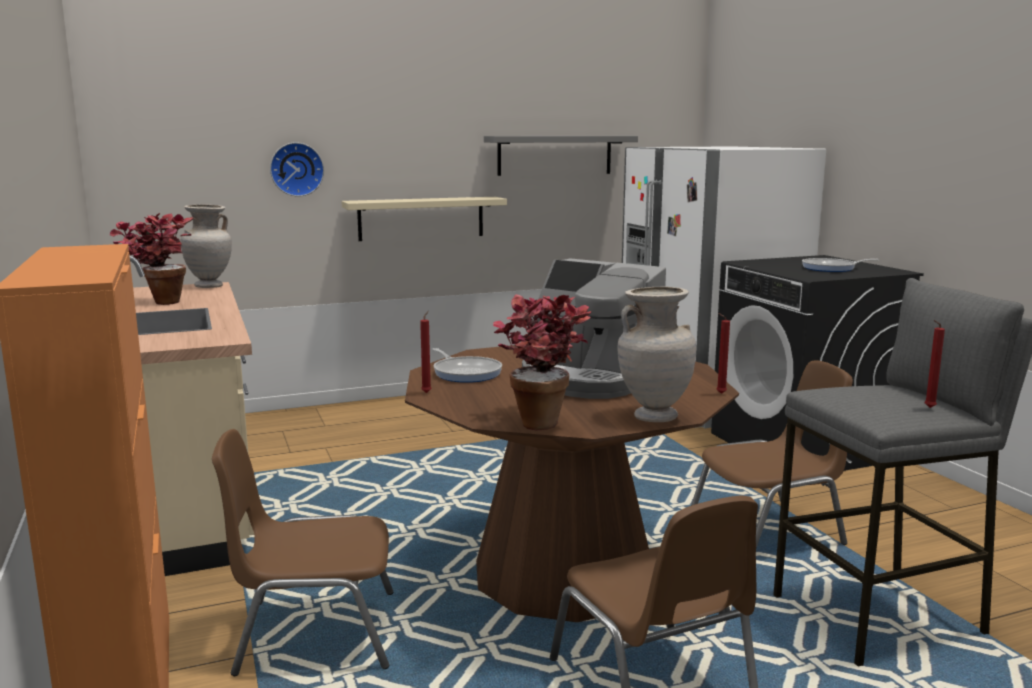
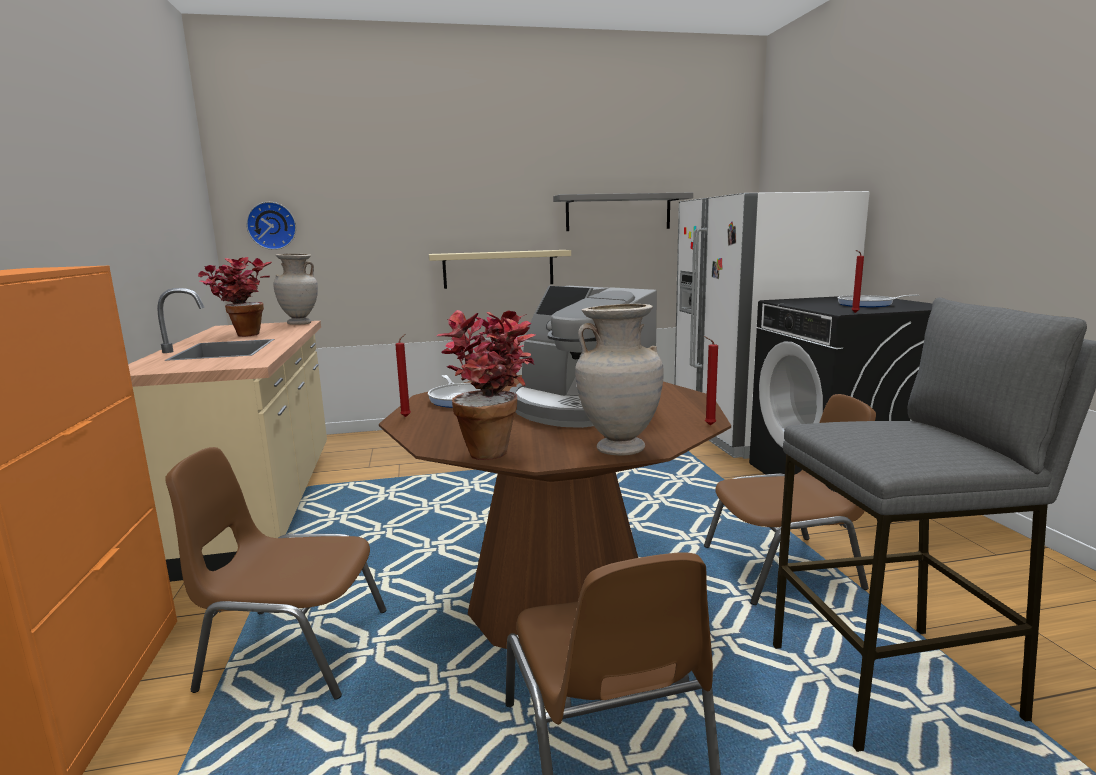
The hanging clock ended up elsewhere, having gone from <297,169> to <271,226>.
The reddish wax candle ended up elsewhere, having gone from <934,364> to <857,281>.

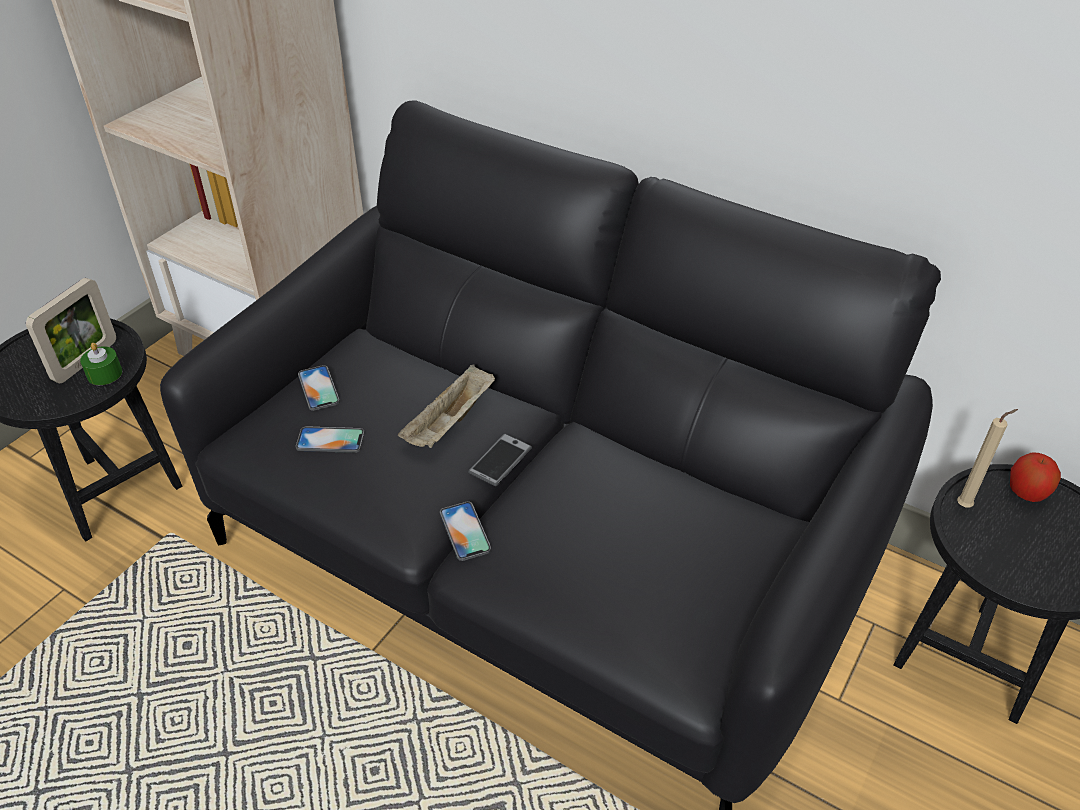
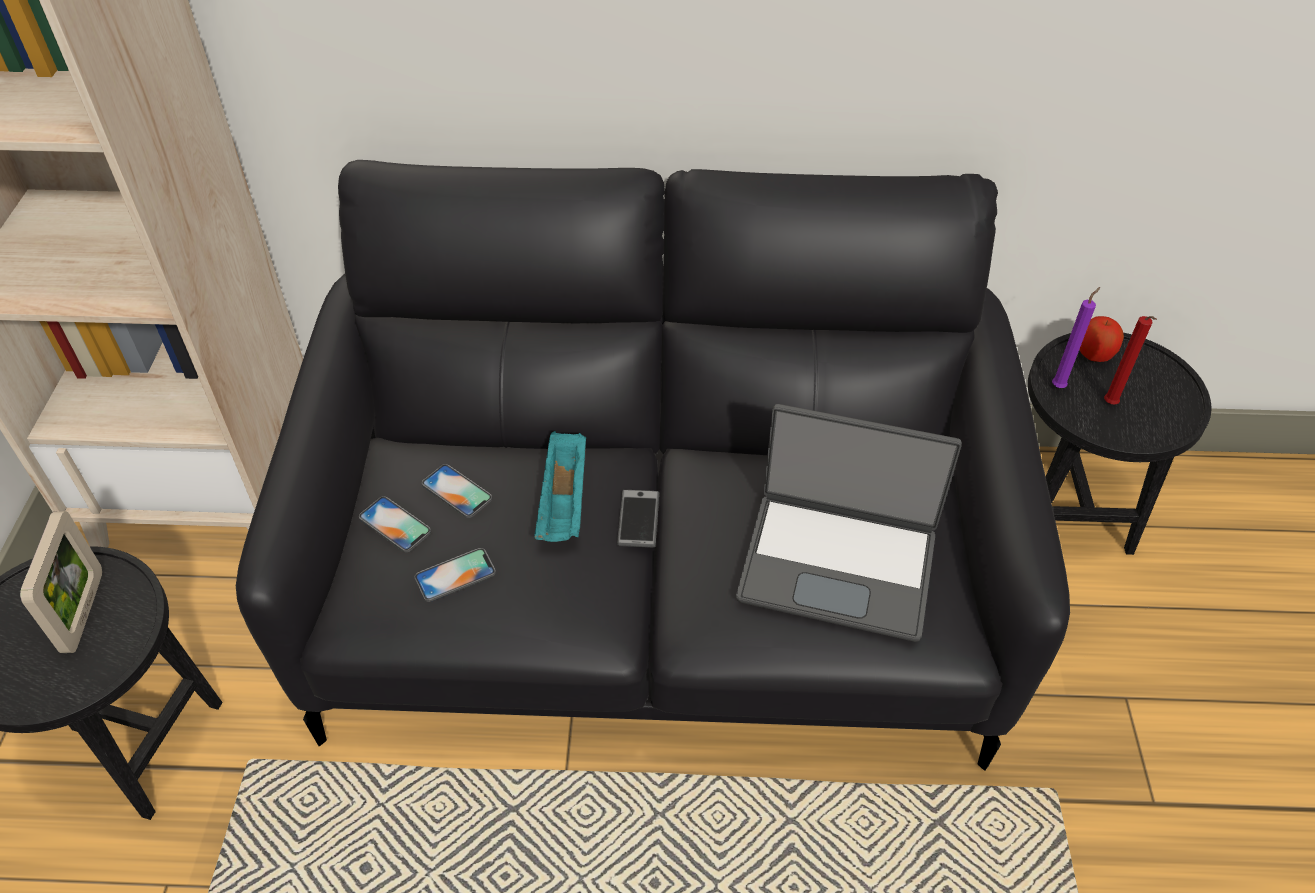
The second view lost the green wax candle at <101,364>.
What was the beige tray at <446,406> turned into the turquoise tray at <560,486>.
What was the beige wax candle at <987,458> turned into the purplish wax candle at <1076,337>.
The phone ended up elsewhere, having gone from <465,531> to <457,491>.
The second view gained the reddish wax candle at <1130,360>.
The second view gained the portable computer at <849,523>.

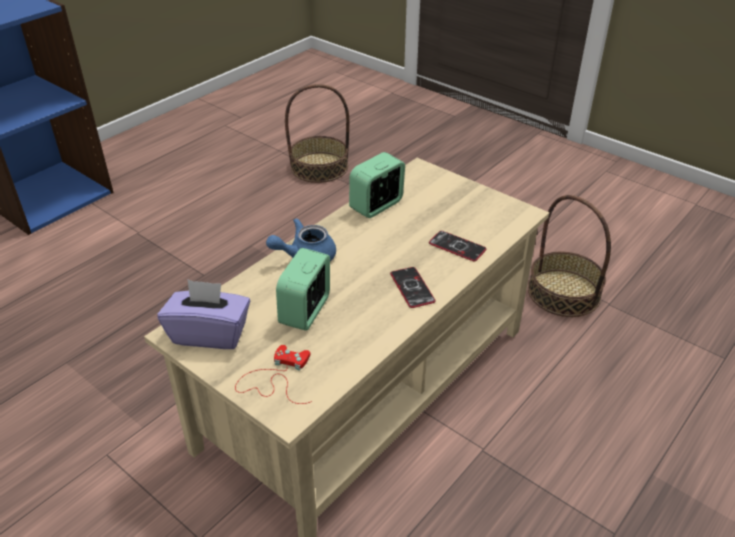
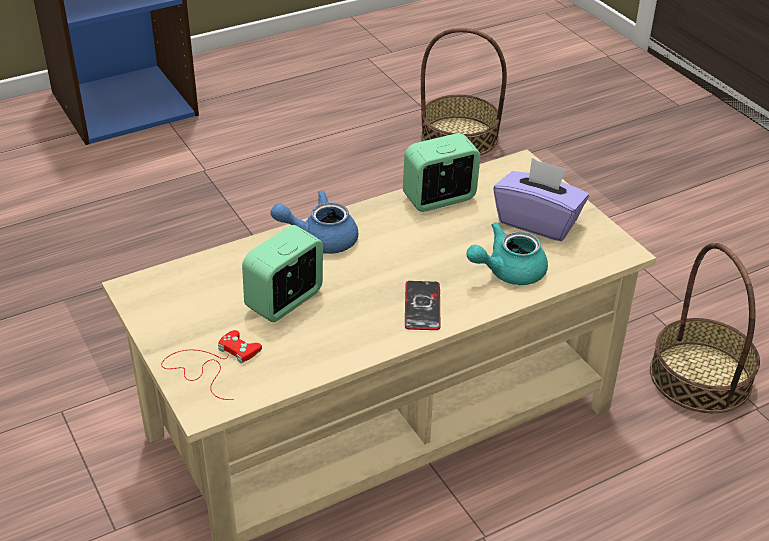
Where the phone stood at <457,246>, the turquoise teapot came to stand at <507,253>.
The purplish tissue box ended up elsewhere, having gone from <203,314> to <541,199>.

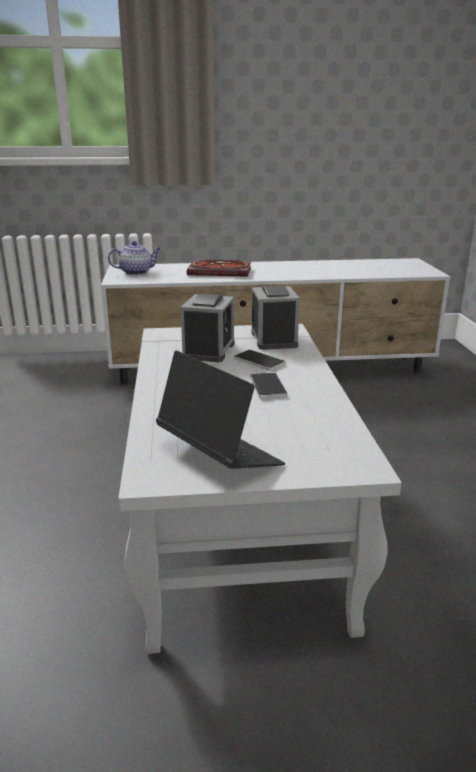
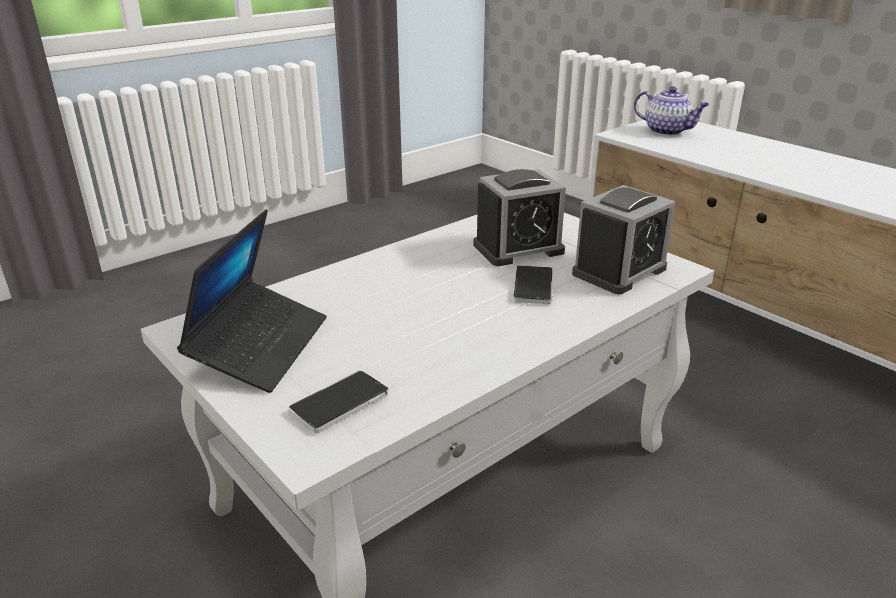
The second view lost the book at <219,268>.
The phone ended up elsewhere, having gone from <268,386> to <338,402>.

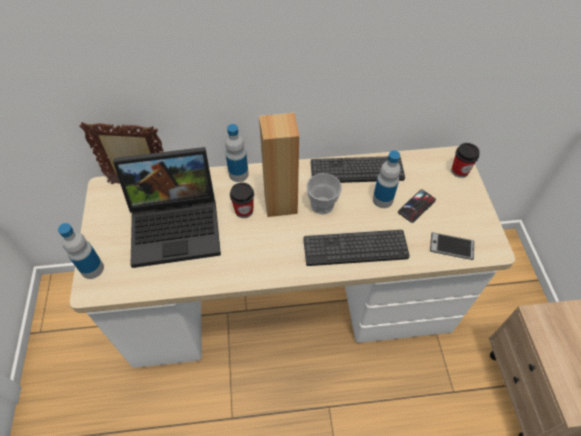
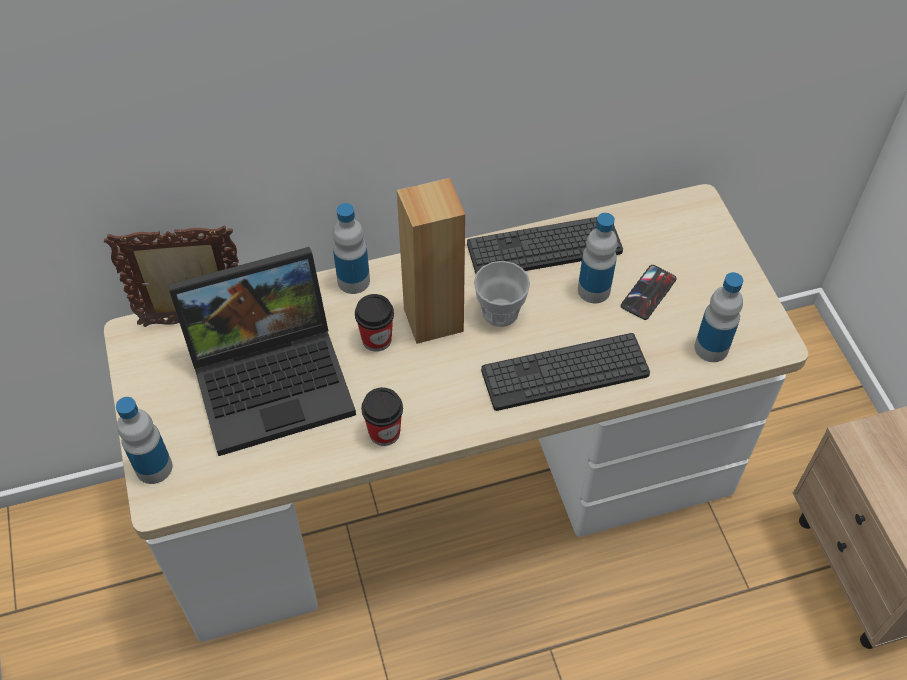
The cup ended up elsewhere, having gone from <465,160> to <382,416>.
Where the phone stood at <452,246>, the bottle came to stand at <718,317>.

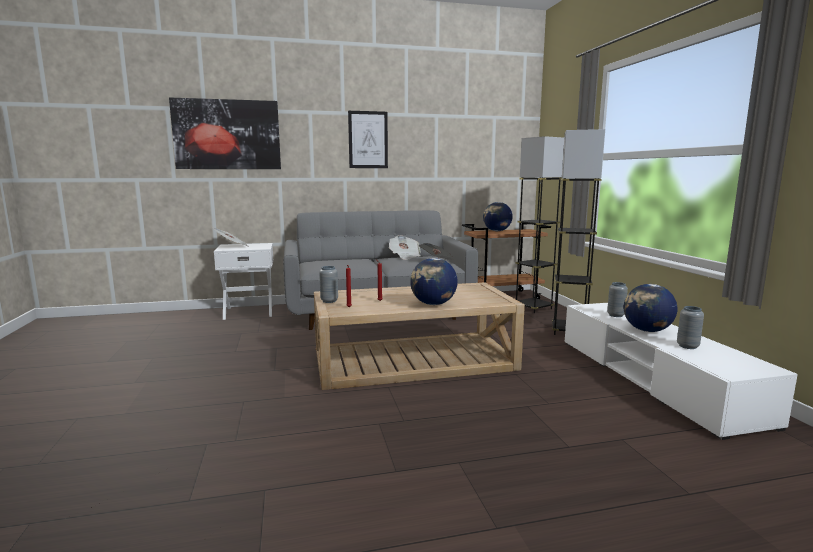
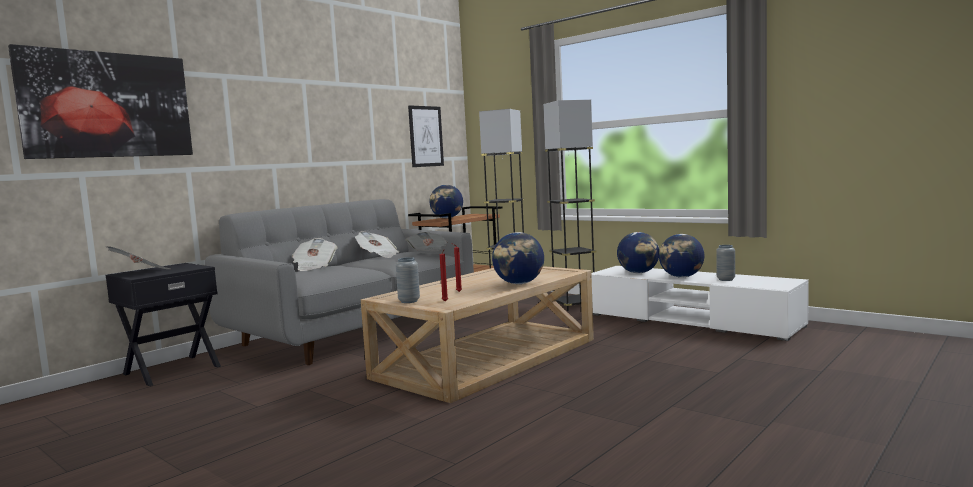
The picture ended up elsewhere, having gone from <368,139> to <426,136>.
What was the whitish side table at <244,281> turned into the blackish side table at <163,324>.
Where the greyish vase stood at <617,299>, the world globe came to stand at <638,253>.
The second view gained the daily paper at <314,254>.

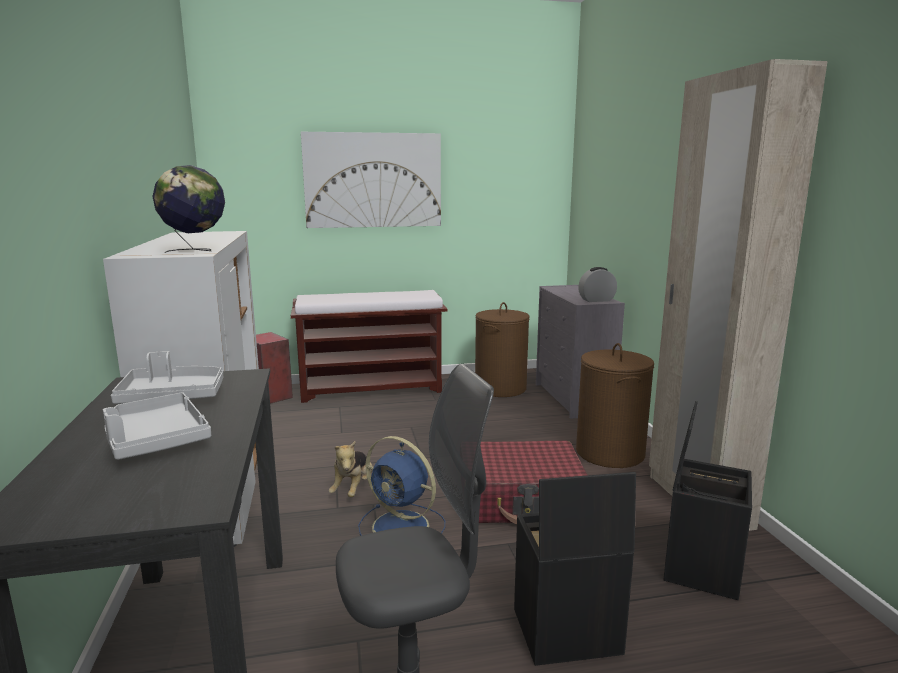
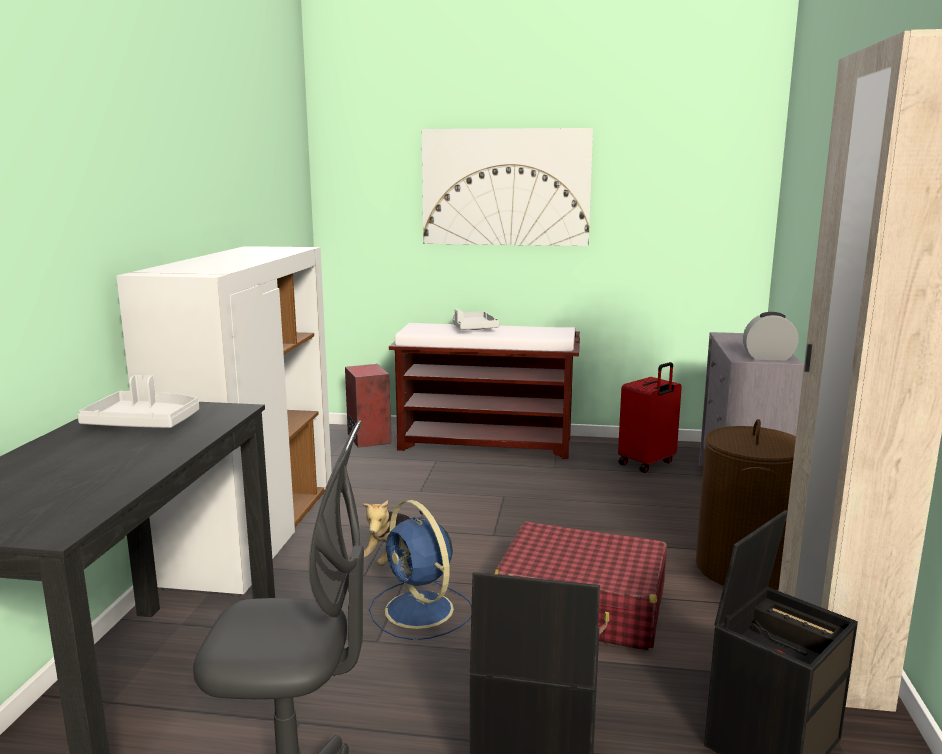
The second view lost the world globe at <188,209>.
Where the brownish laundry basket stood at <502,349>, the reddish travel case came to stand at <650,417>.
The greyish tray ended up elsewhere, having gone from <157,426> to <475,319>.

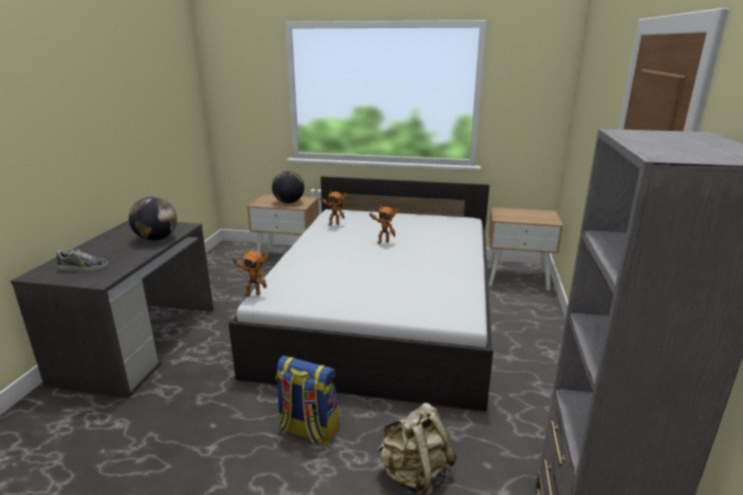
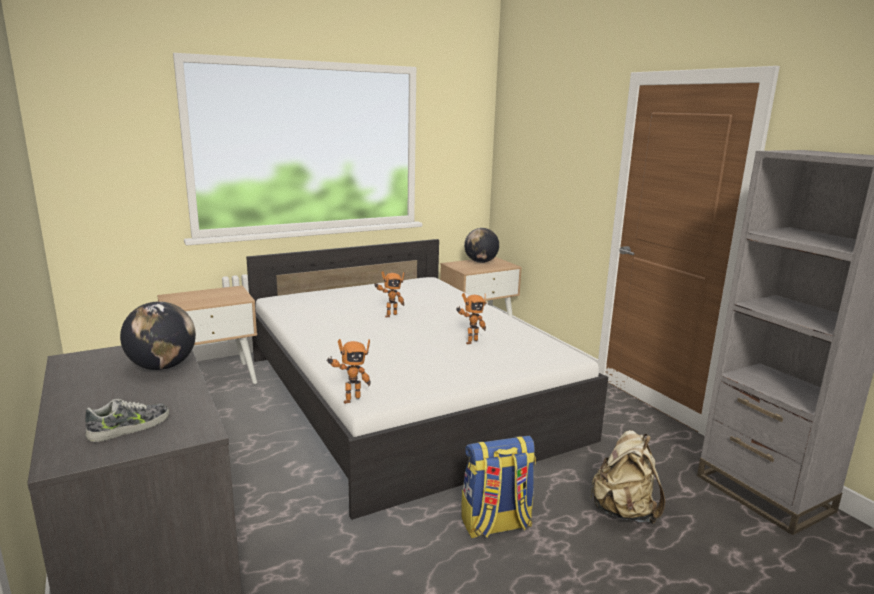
The world globe ended up elsewhere, having gone from <288,187> to <481,245>.
The toy robot ended up elsewhere, having gone from <333,208> to <471,318>.

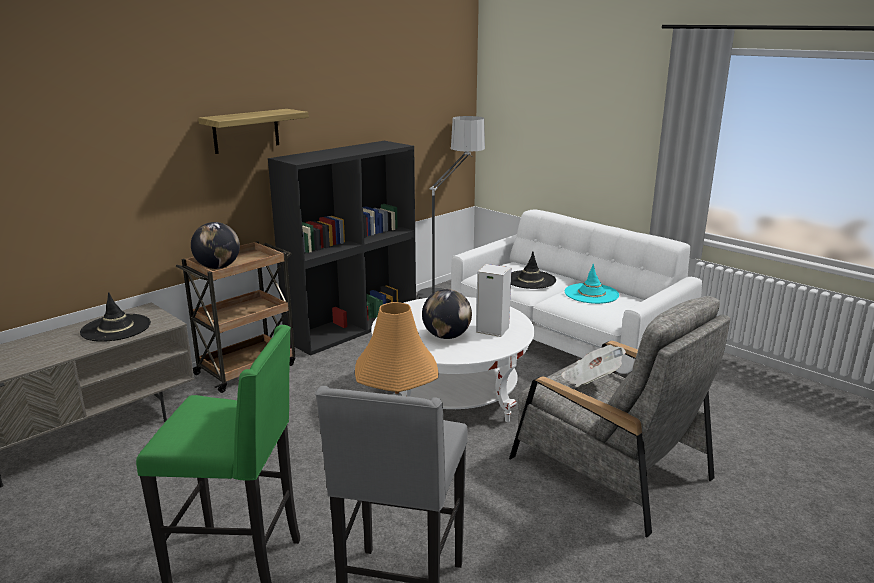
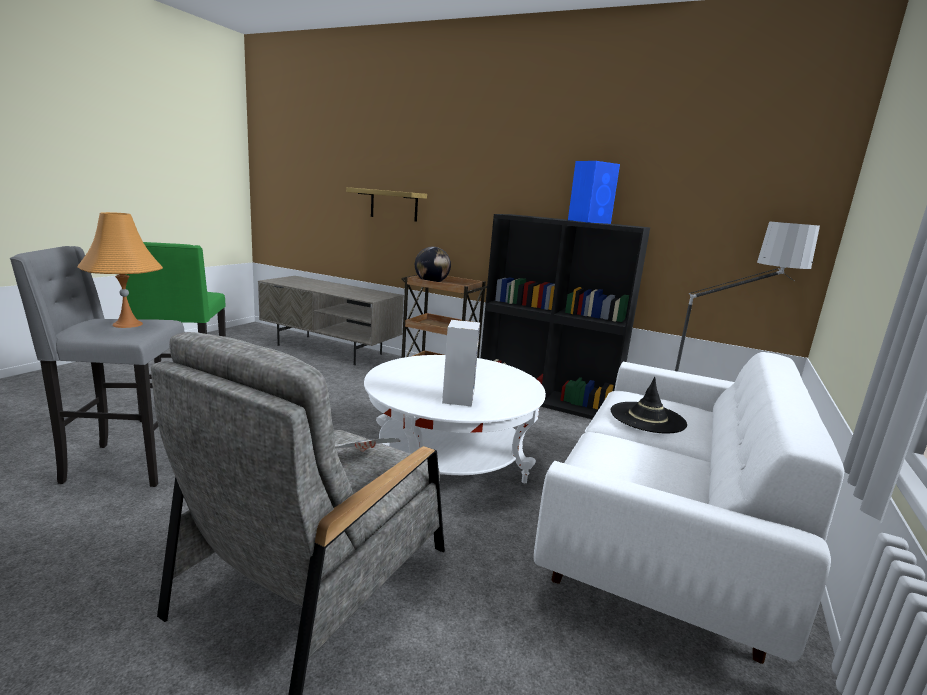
The shelf ended up elsewhere, having gone from <253,131> to <386,204>.
The second view lost the turquoise hat at <592,284>.
The second view lost the world globe at <447,314>.
The second view lost the blackish hat at <115,317>.
The second view gained the blue-coloured loudspeaker at <594,192>.

